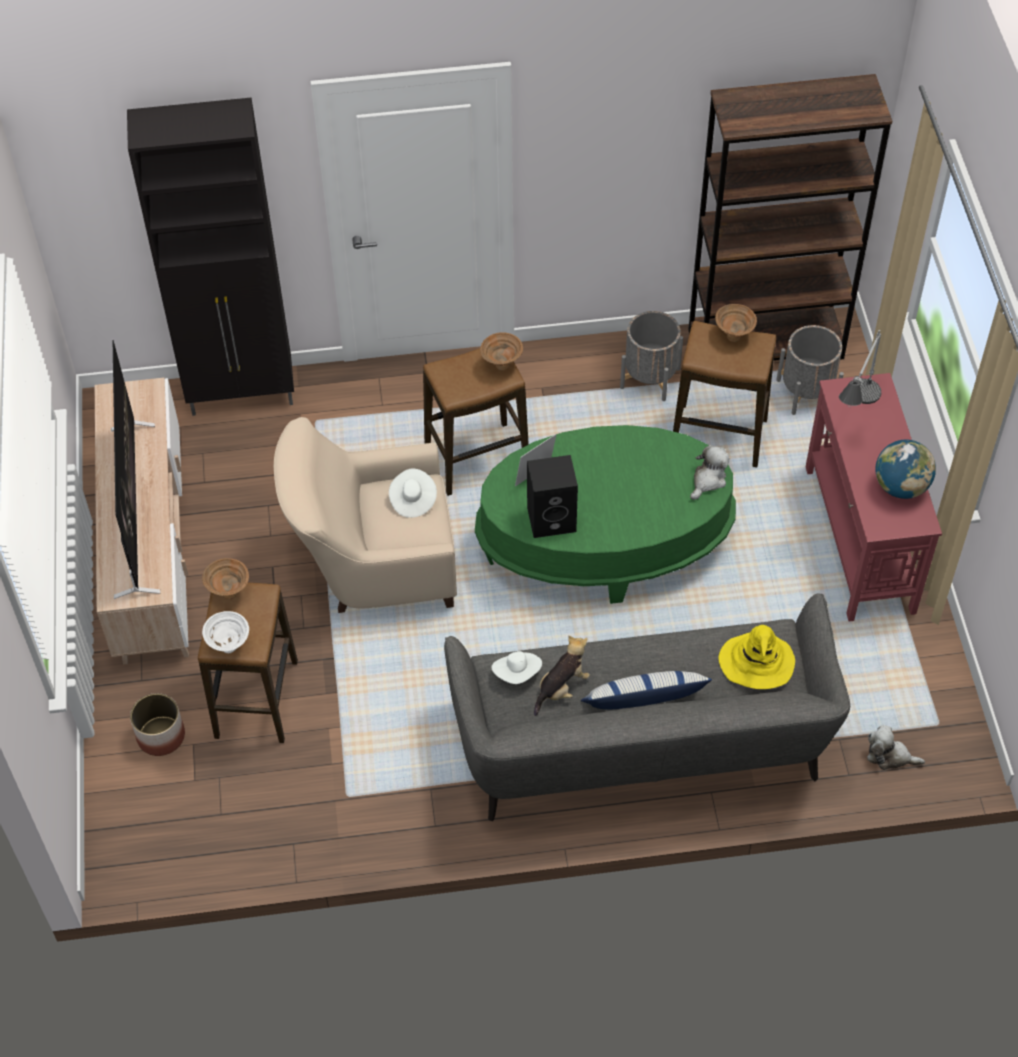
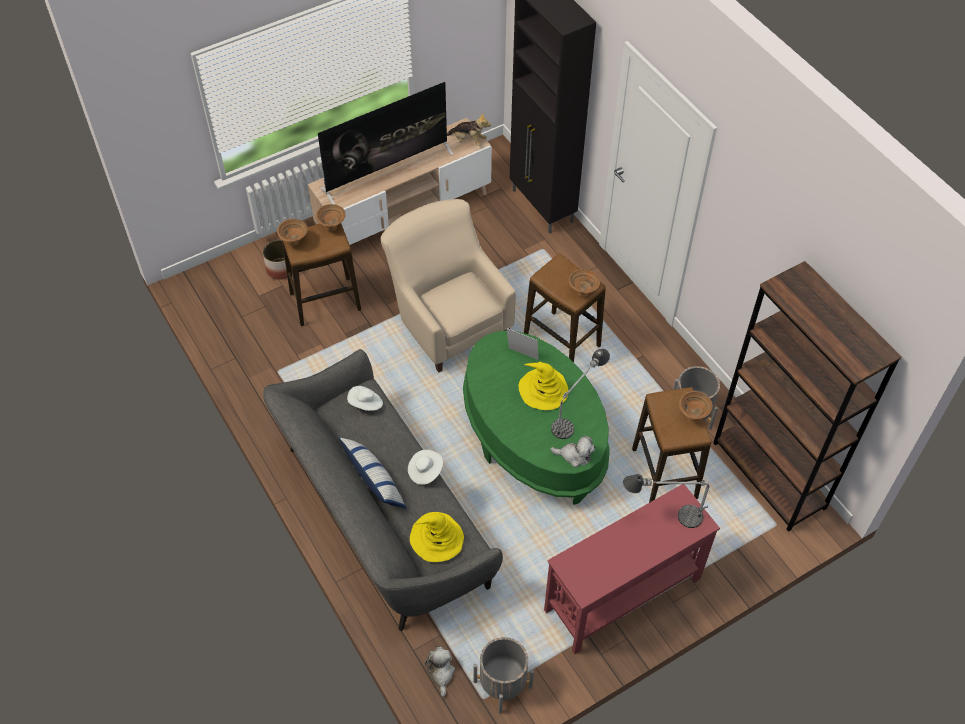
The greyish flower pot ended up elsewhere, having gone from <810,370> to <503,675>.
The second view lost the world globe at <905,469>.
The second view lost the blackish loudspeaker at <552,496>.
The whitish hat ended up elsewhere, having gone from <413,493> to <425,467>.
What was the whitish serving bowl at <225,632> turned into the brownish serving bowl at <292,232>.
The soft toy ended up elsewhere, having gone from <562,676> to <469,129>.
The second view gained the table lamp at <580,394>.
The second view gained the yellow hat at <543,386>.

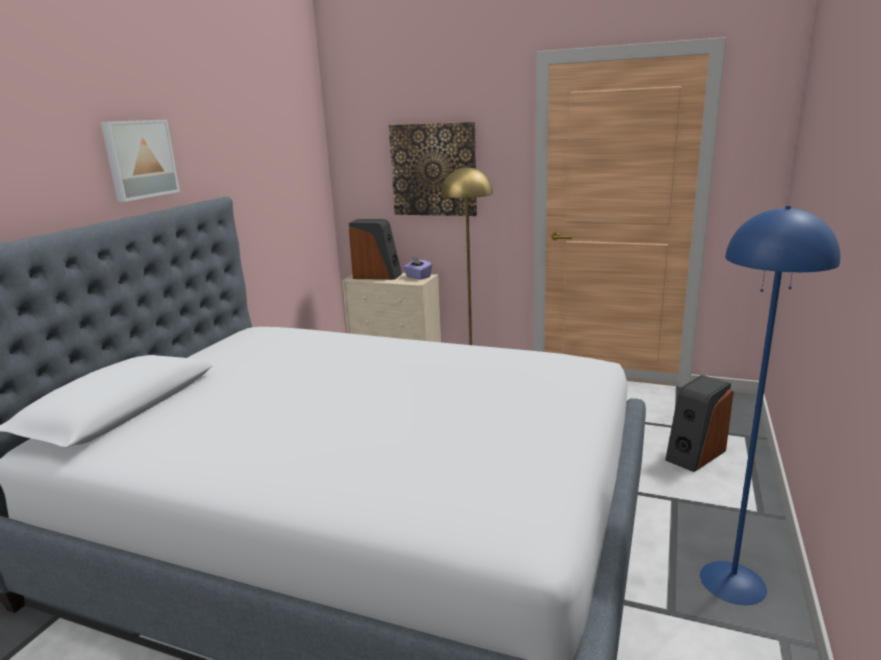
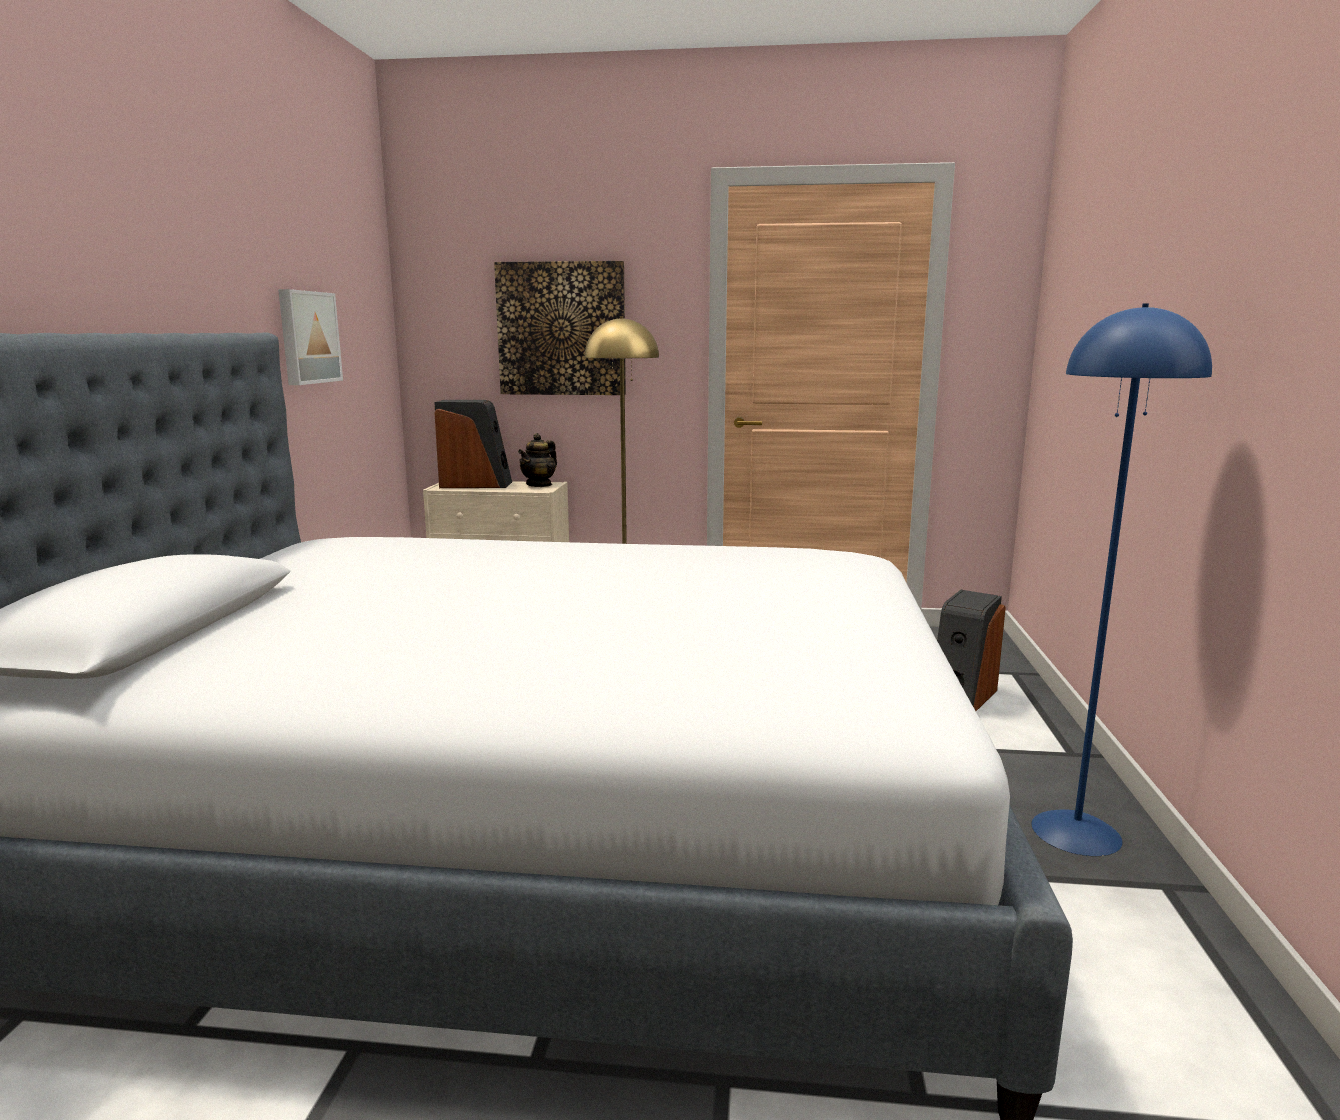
The picture ended up elsewhere, having gone from <140,161> to <310,337>.
Where the purplish tissue box stood at <417,268>, the teapot came to stand at <537,460>.

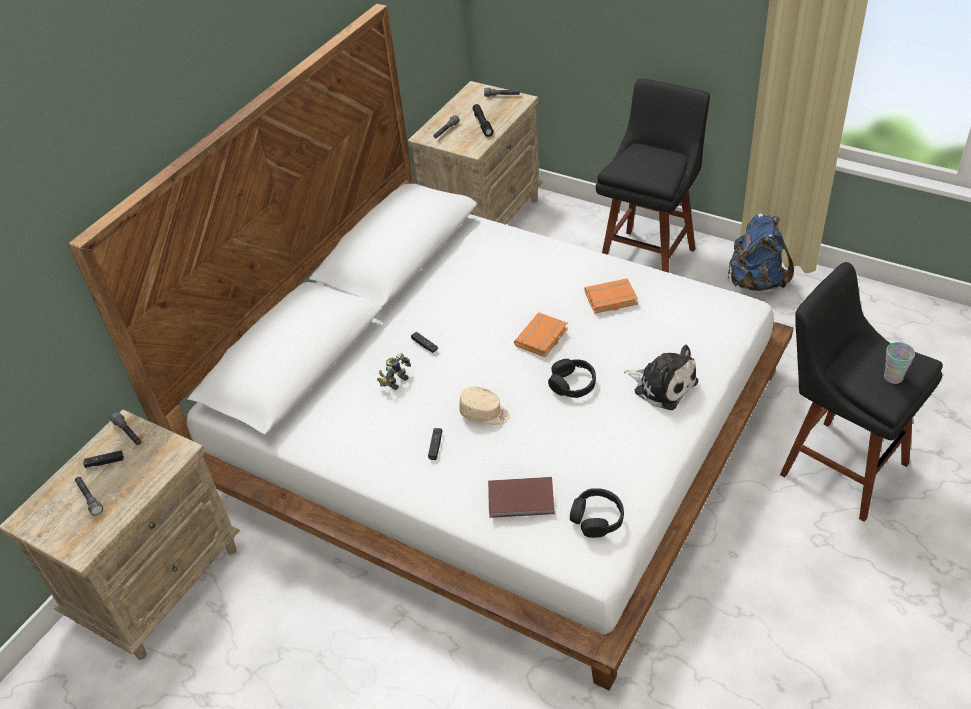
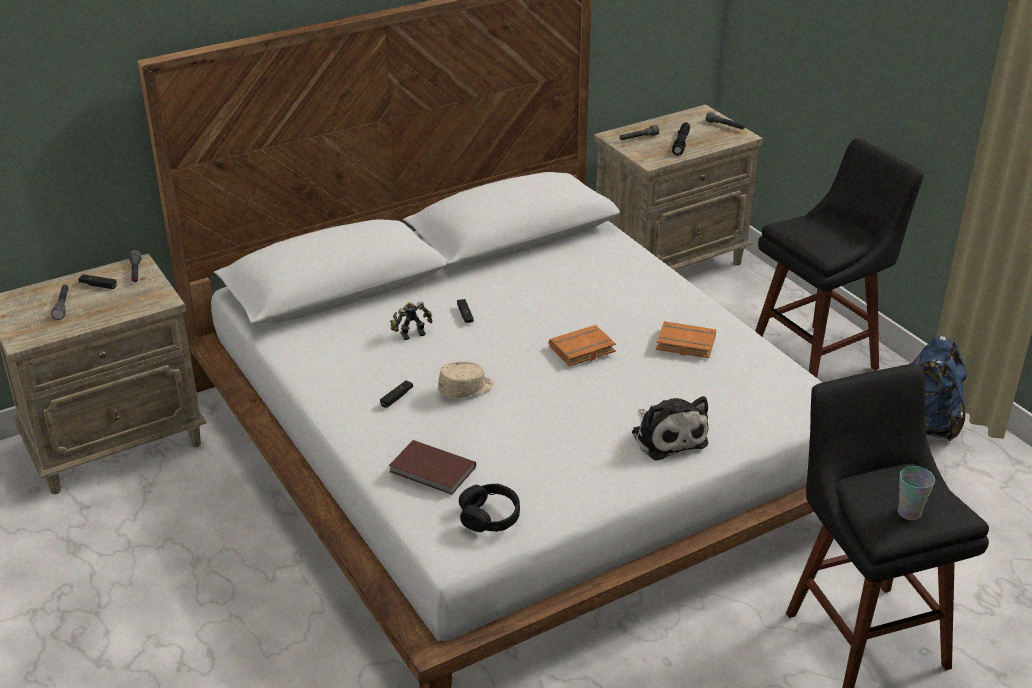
The second view lost the blackish headphones at <572,378>.
The beige cap at <484,405> ended up facing another way, 75 degrees counterclockwise from before.

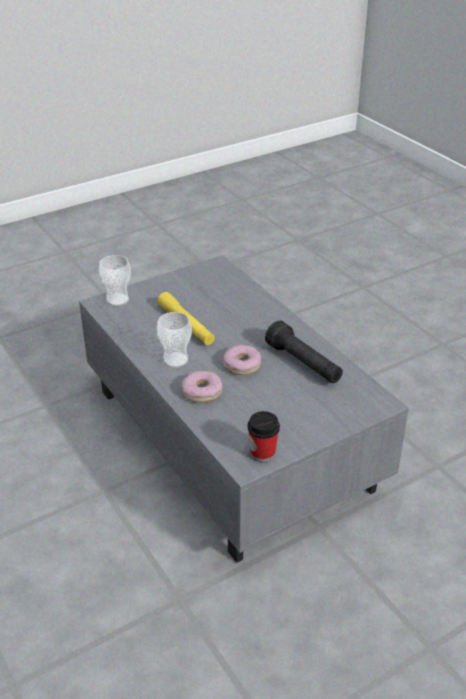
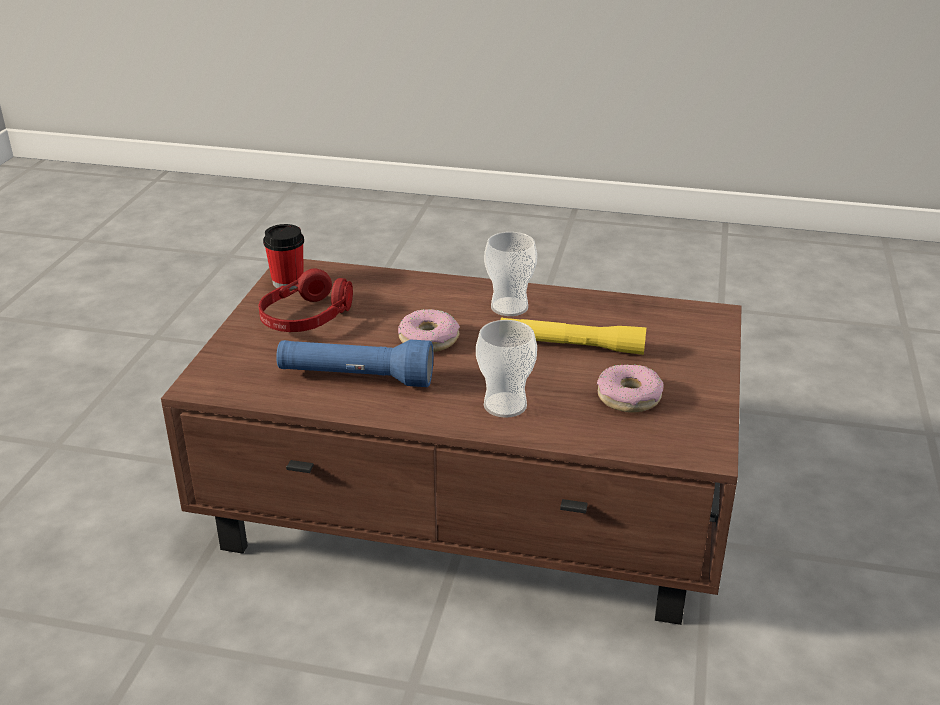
What was the greyish lounge table at <244,409> turned into the brownish lounge table at <451,442>.
The cup ended up elsewhere, having gone from <115,280> to <506,369>.
What was the blackish torch at <304,351> turned into the blue-coloured torch at <354,363>.
The ring doughnut ended up elsewhere, having gone from <202,387> to <630,388>.
The second view gained the reddish headphones at <305,300>.

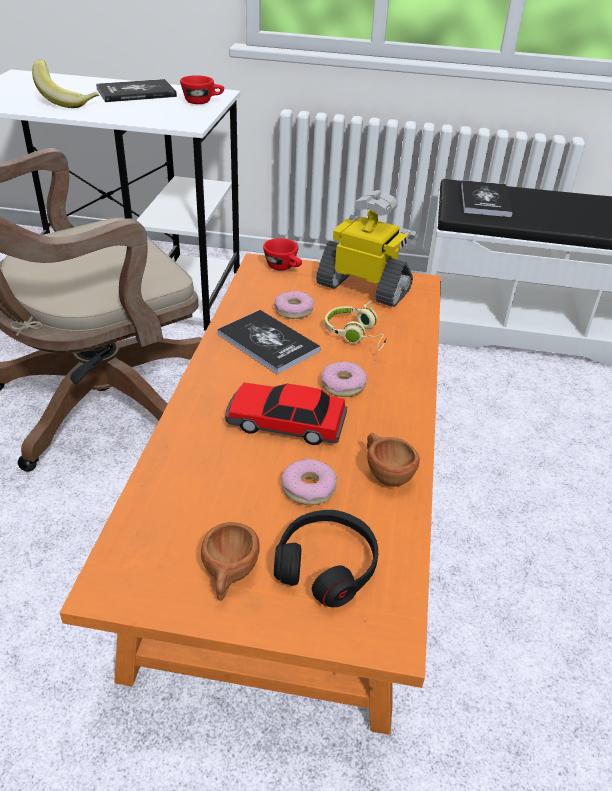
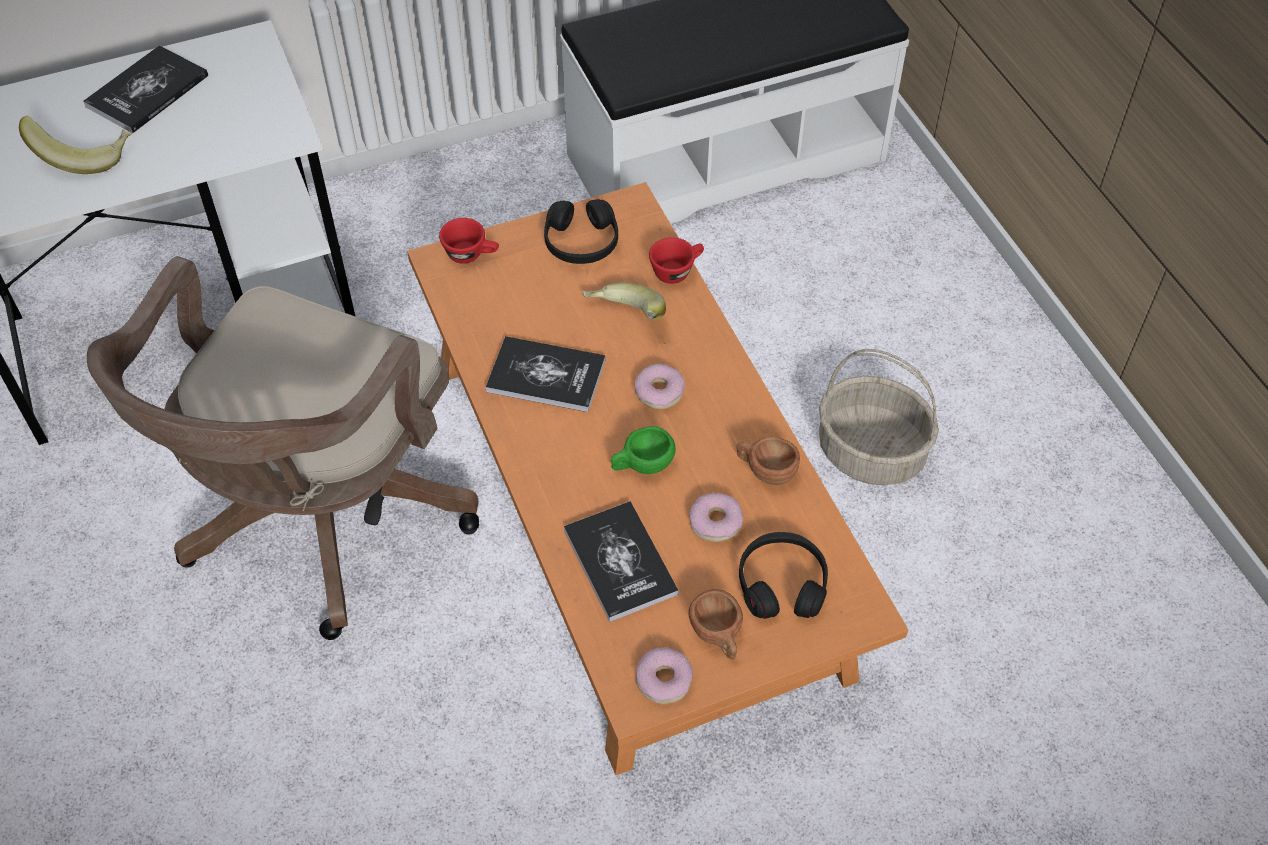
The reddish cup ended up elsewhere, having gone from <202,89> to <676,260>.
The book ended up elsewhere, having gone from <486,198> to <621,561>.
Where the toy robot stood at <366,248>, the blackish headphones came to stand at <581,231>.
The ring doughnut ended up elsewhere, having gone from <294,305> to <664,675>.
Where the beige headphones stood at <356,325>, the banana fruit came to stand at <624,301>.
Where the miniature car stood at <286,414>, the green cup came to stand at <643,450>.
The second view gained the storage basket at <879,417>.

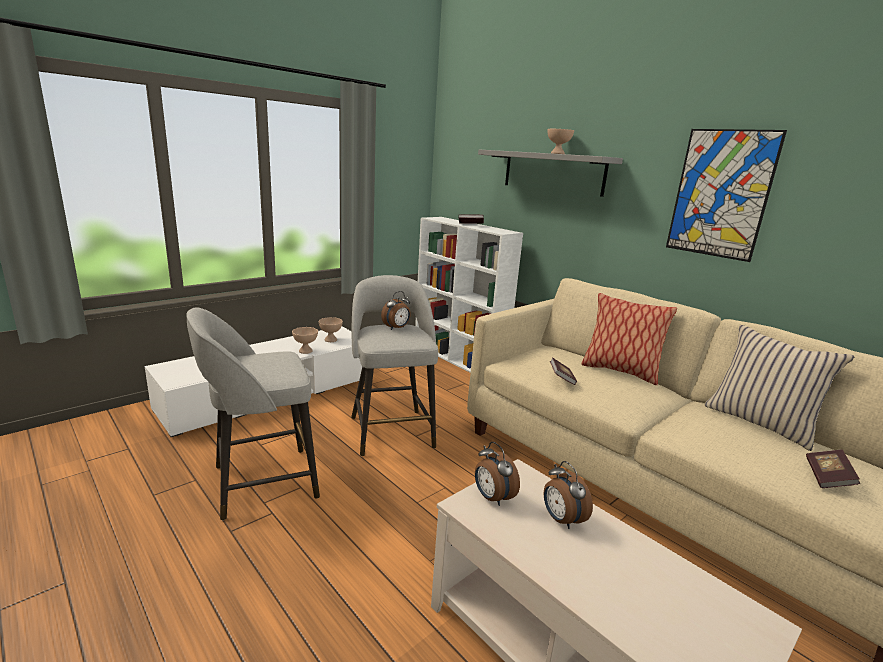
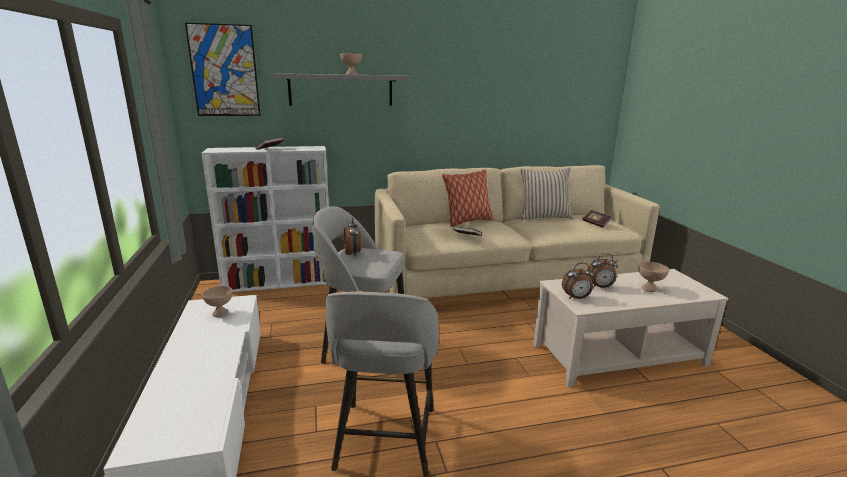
The picture ended up elsewhere, having gone from <726,195> to <223,69>.
The beige serving bowl ended up elsewhere, having gone from <305,340> to <653,277>.

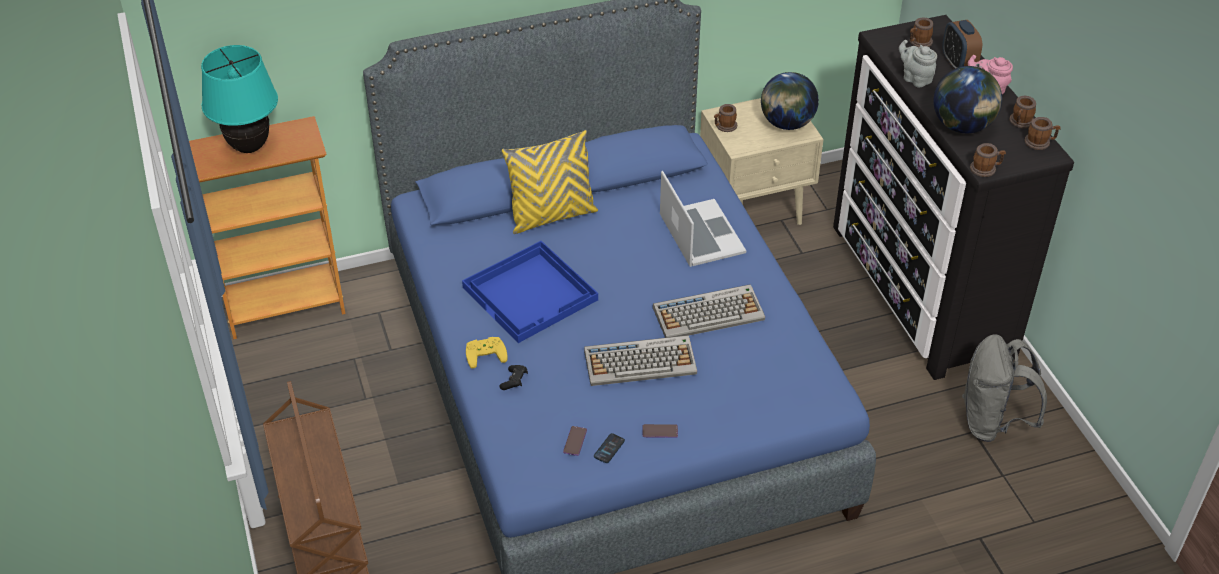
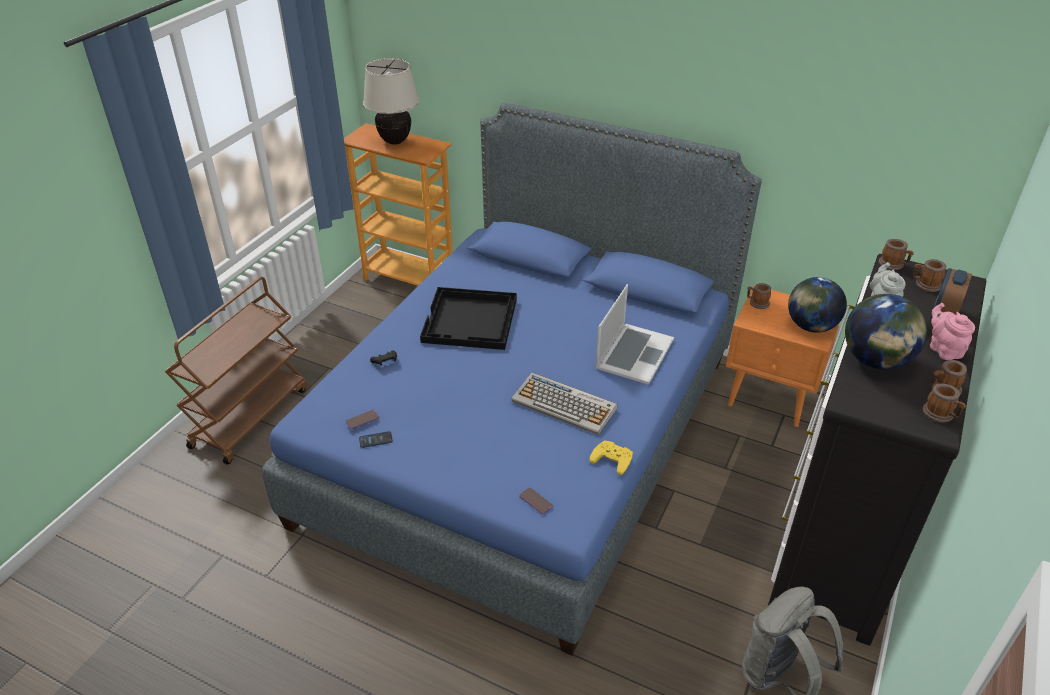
What was the turquoise table lamp at <239,99> turned into the beige table lamp at <391,101>.
What was the beige night table at <762,161> turned into the orangey night table at <783,356>.
The second view lost the yellow cushion at <550,182>.
The coffee mug ended up elsewhere, having gone from <988,160> to <896,254>.
What was the blue-coloured tray at <530,292> turned into the blackish tray at <468,318>.
The second view lost the computer keyboard at <640,360>.
The yellow gamepad ended up elsewhere, having gone from <487,353> to <611,457>.
The phone ended up elsewhere, having gone from <660,431> to <536,501>.

